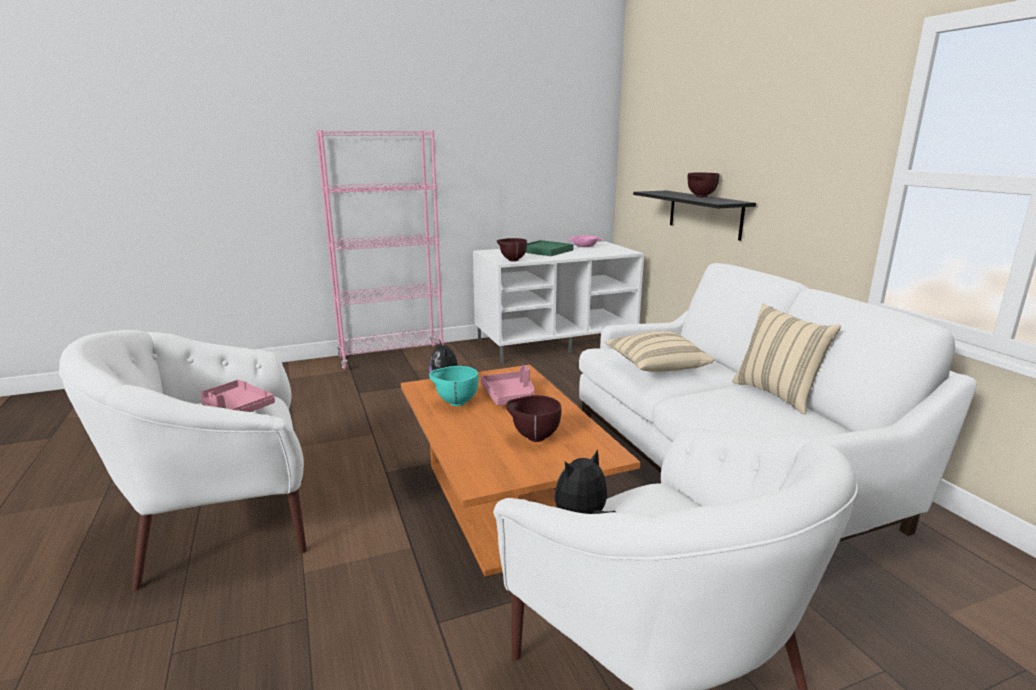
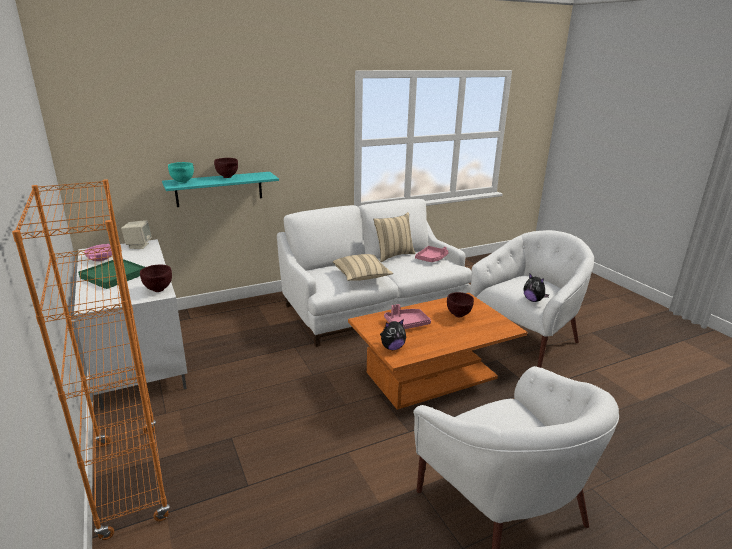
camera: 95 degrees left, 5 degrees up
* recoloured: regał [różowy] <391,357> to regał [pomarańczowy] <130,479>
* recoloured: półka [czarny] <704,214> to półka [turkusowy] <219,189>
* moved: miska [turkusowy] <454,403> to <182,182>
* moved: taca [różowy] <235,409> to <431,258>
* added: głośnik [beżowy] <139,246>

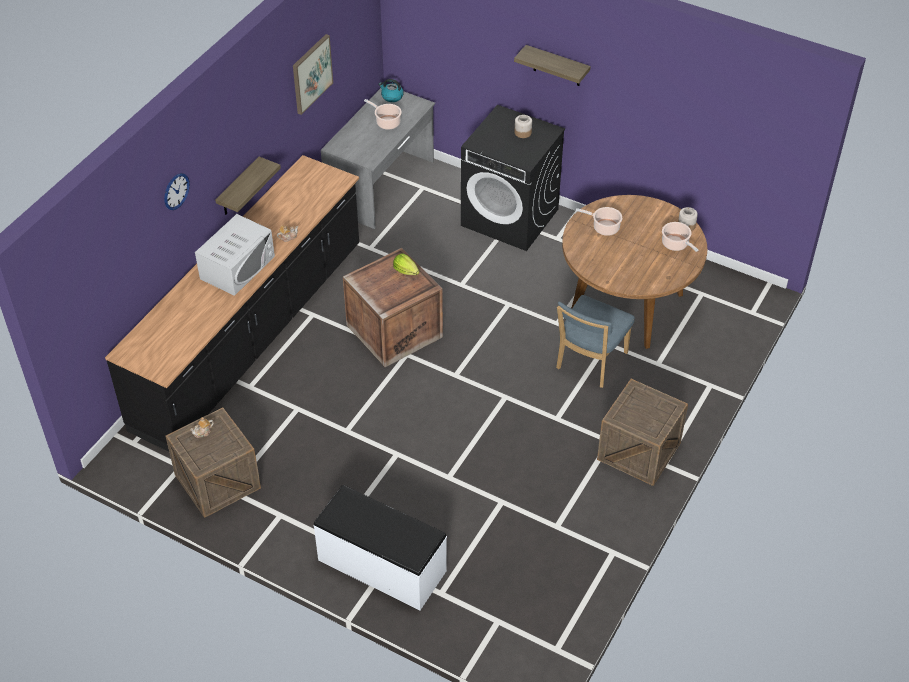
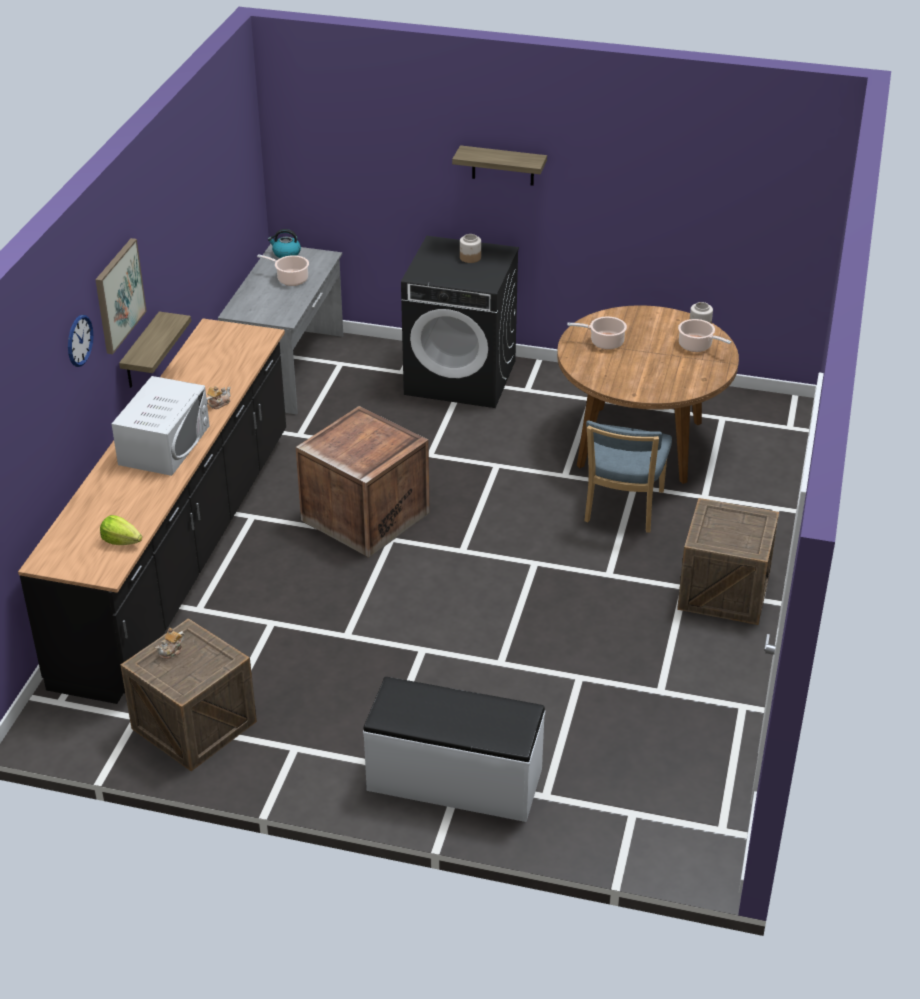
camera: 15 degrees left, 10 degrees down
* moved: obraz <311,73> to <118,295>
* moved: sałata <406,271> to <121,541>

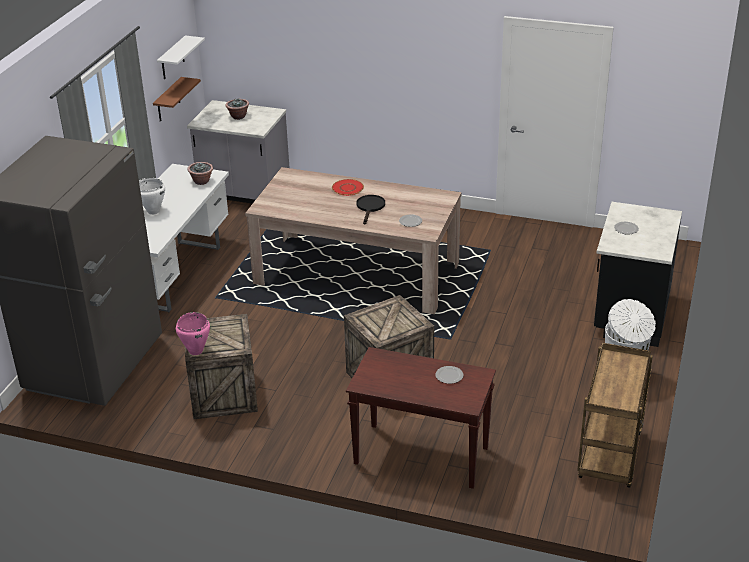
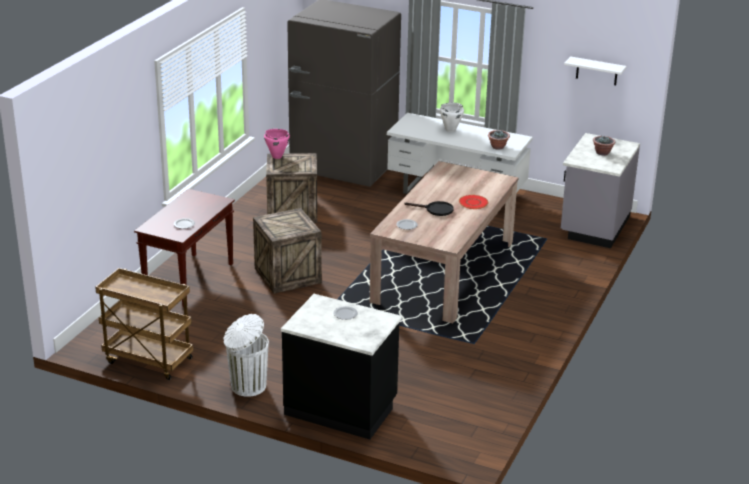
camera: 95 degrees right, 5 degrees down
* removed: półka [brązowy] <168,100>

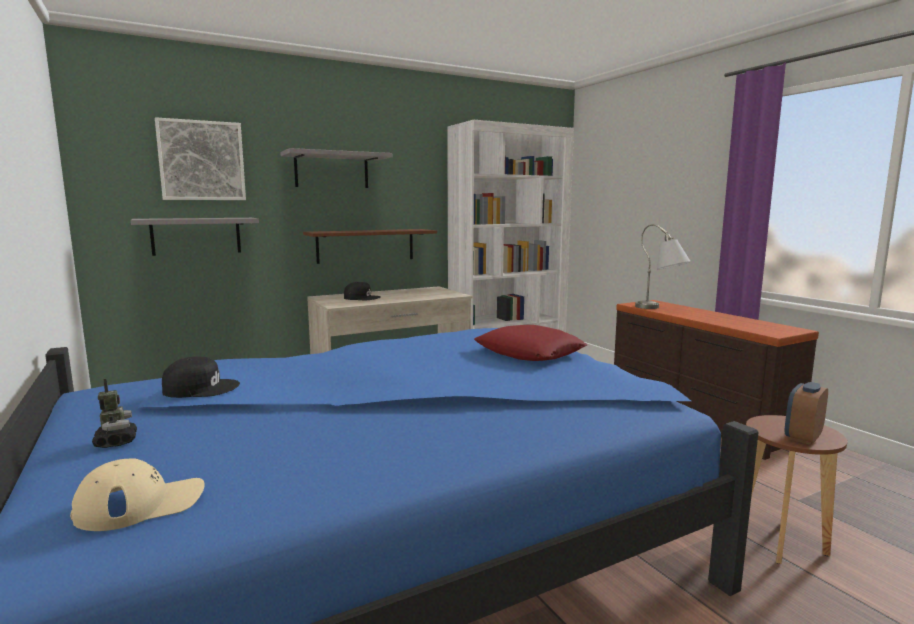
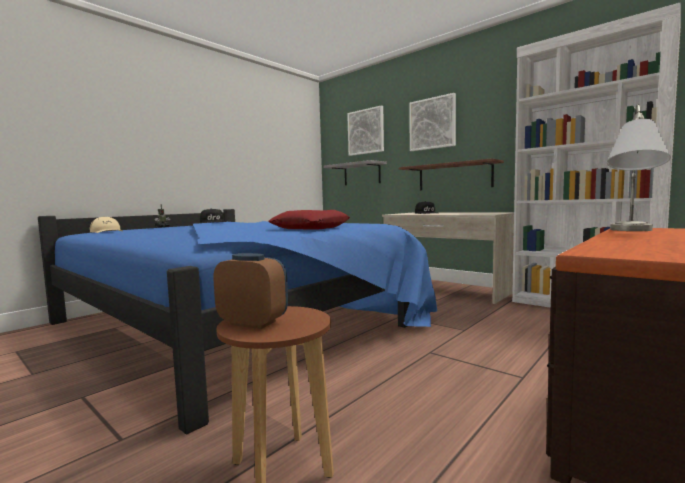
camera: 70 degrees right, 5 degrees down
* replaced: półka [szary] <331,170> to obraz <432,123>

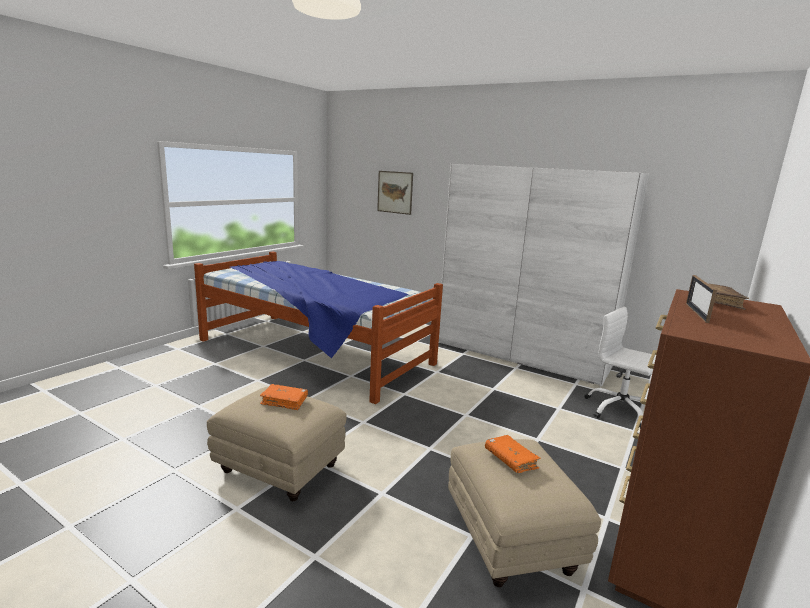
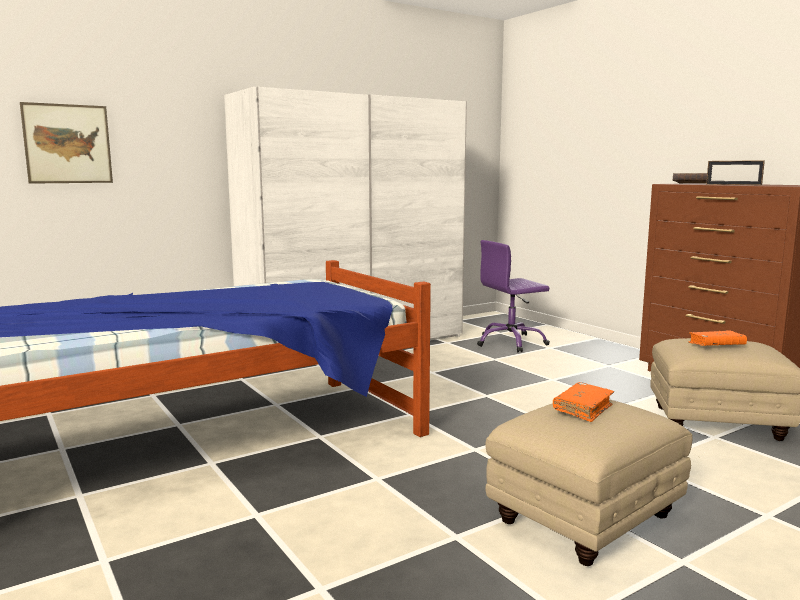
camera: 65 degrees left, 5 degrees down
* recoloured: krzesło biurowe [biały] <619,410> to krzesło biurowe [fioletowy] <511,342>

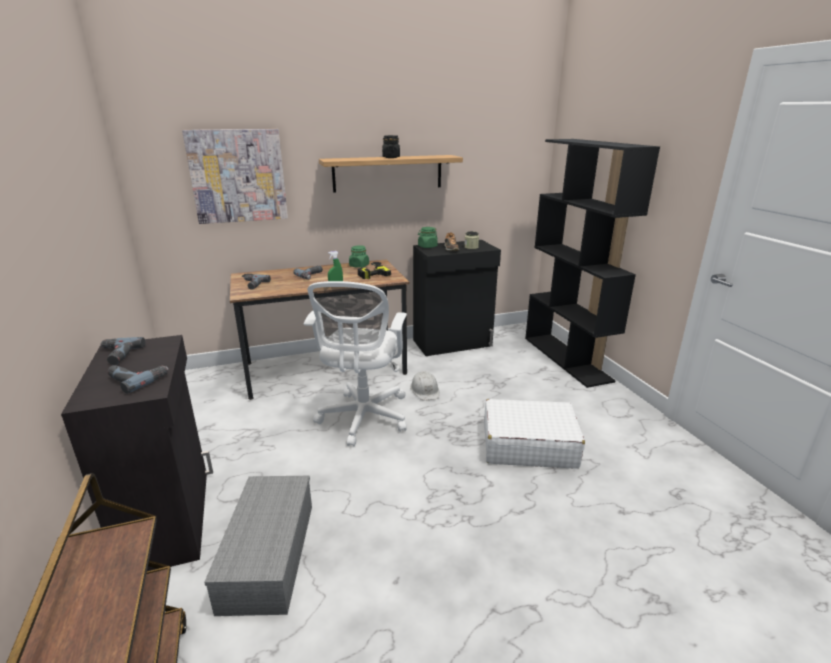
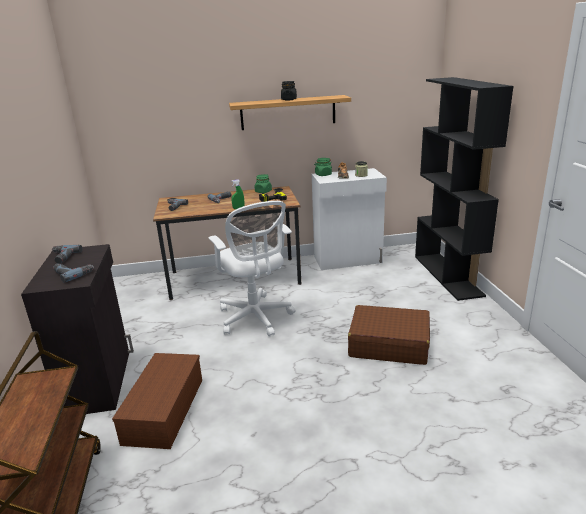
camera: 10 degrees right, 0 degrees up
* removed: obraz <238,176>
* recoloured: szafka [czarny] <453,343> to szafka [biały] <348,260>
* turned: krzesło biurowe [biały] <363,419> = <256,318> 45 degrees counterclockwise
* removed: kask [biały] <425,390>
* recoloured: walizka [biały] <528,445> to walizka [brązowy] <388,344>
* recoloured: pojemnik do przechowywania [szary] <267,553> to pojemnik do przechowywania [brązowy] <164,409>

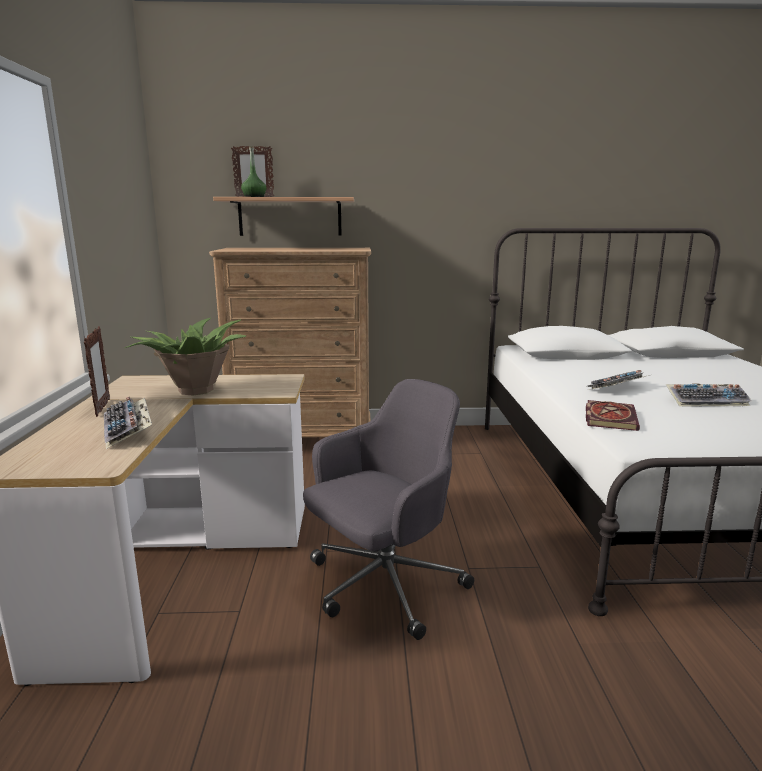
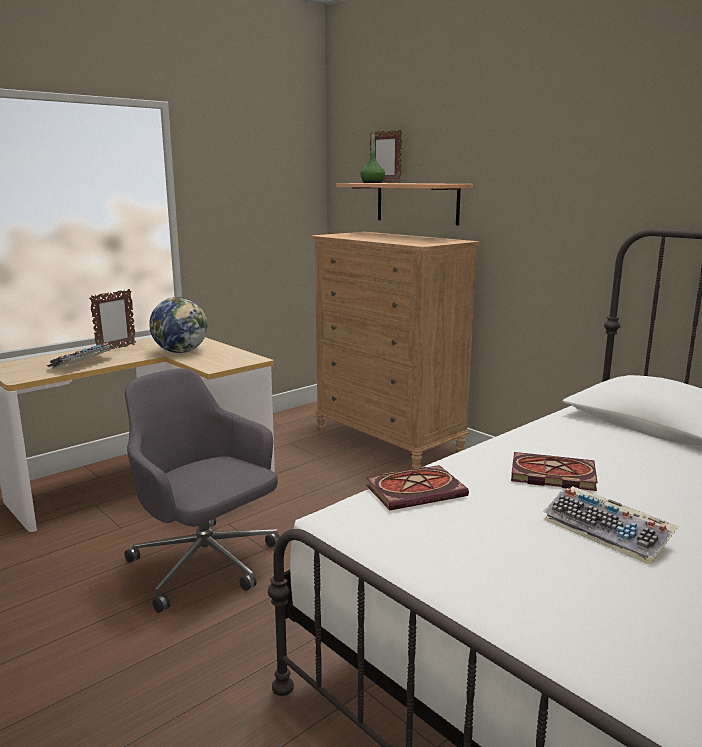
camera: 50 degrees right, 0 degrees up
* replaced: roślina doniczkowa <194,391> to globus <181,352>
* replaced: klawiatura <618,388> to książka <550,475>
* turned: krzesło biurowe [szary] <383,585> = <206,565> 150 degrees counterclockwise

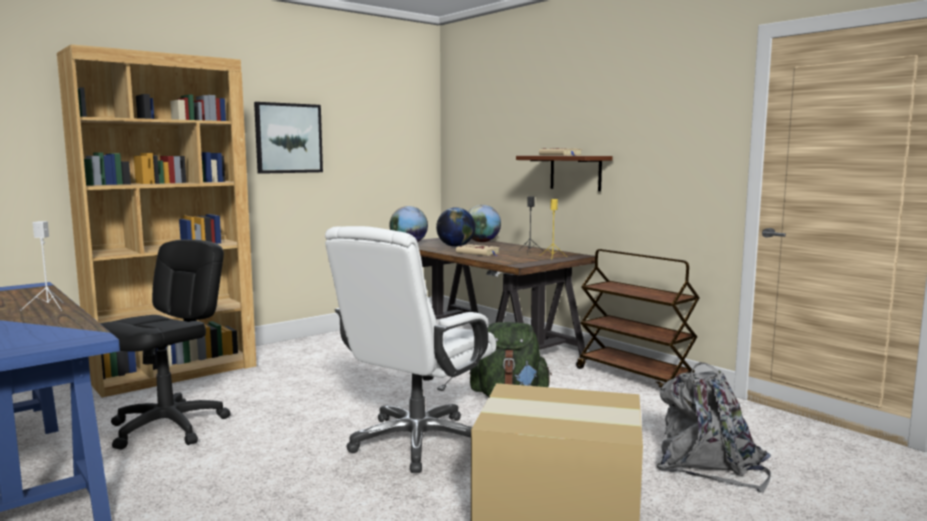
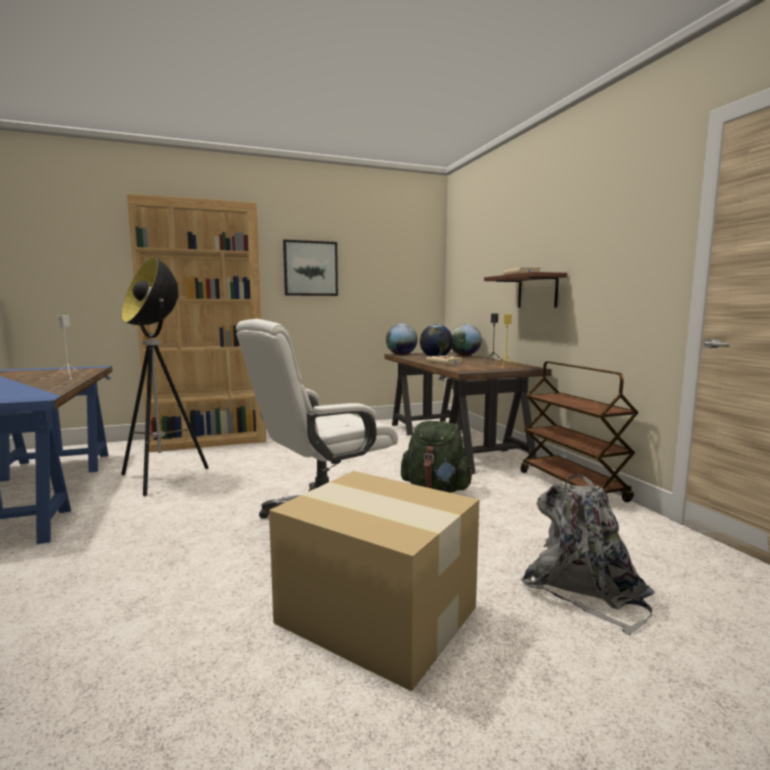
camera: 20 degrees right, 0 degrees up
* replaced: krzesło biurowe [czarny] <168,427> to lampa stojąca <162,478>

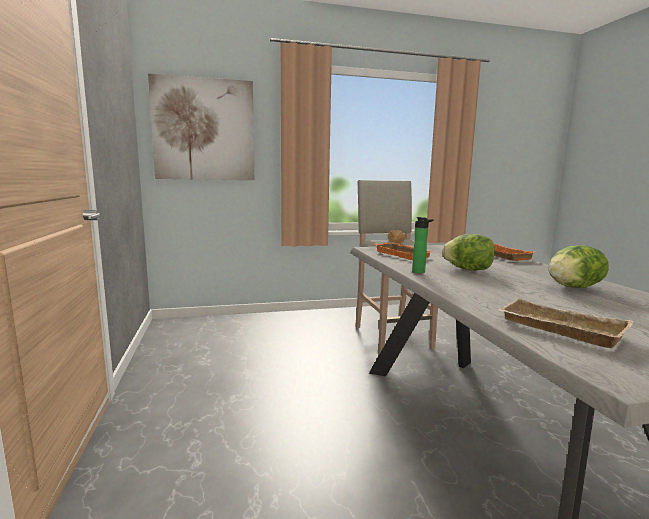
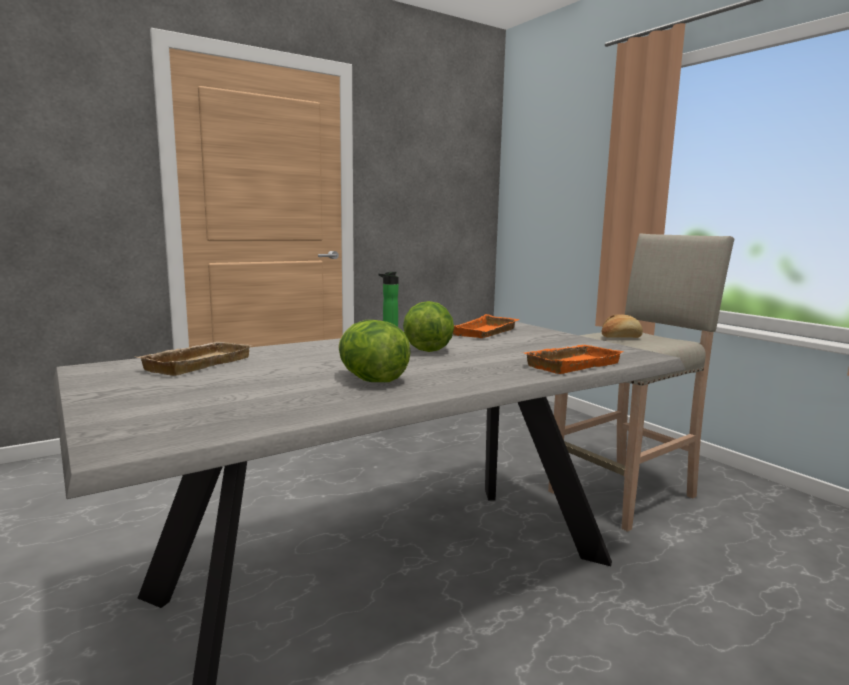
camera: 70 degrees right, 0 degrees up
* removed: obraz <204,130>

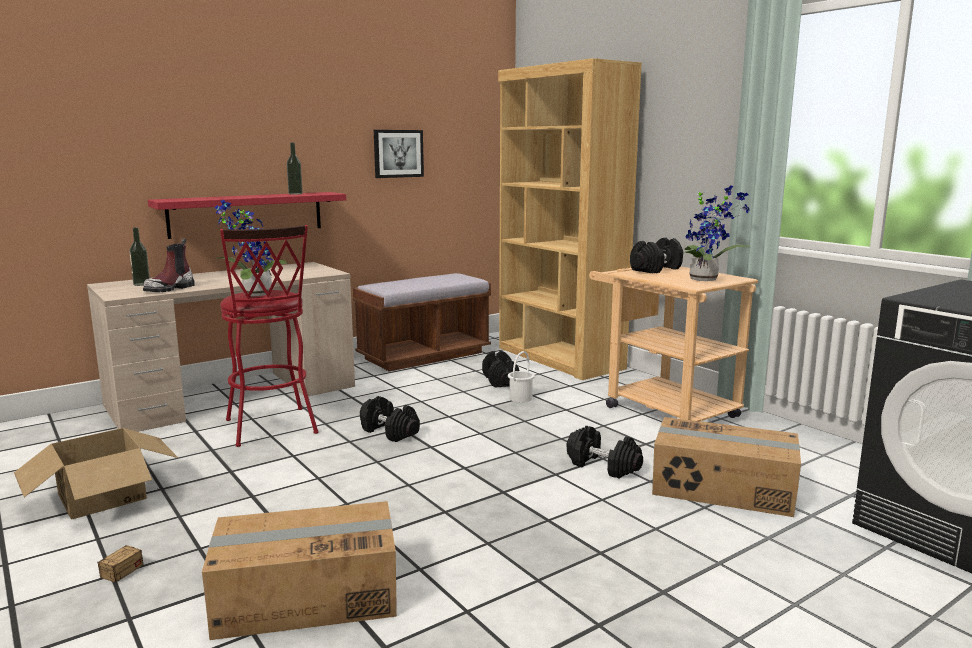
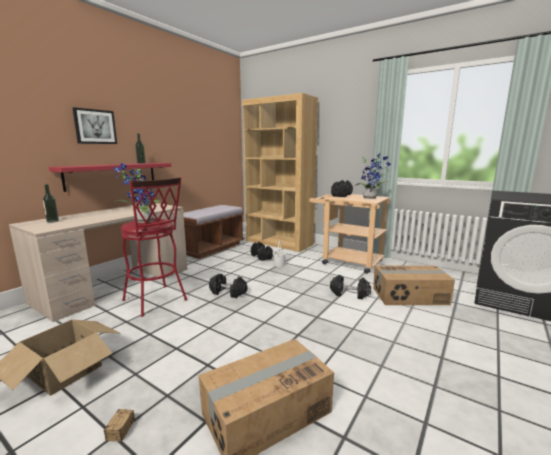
camera: 20 degrees left, 0 degrees up
* moved: obraz <398,153> to <95,126>
* removed: but z cholewką <170,288>

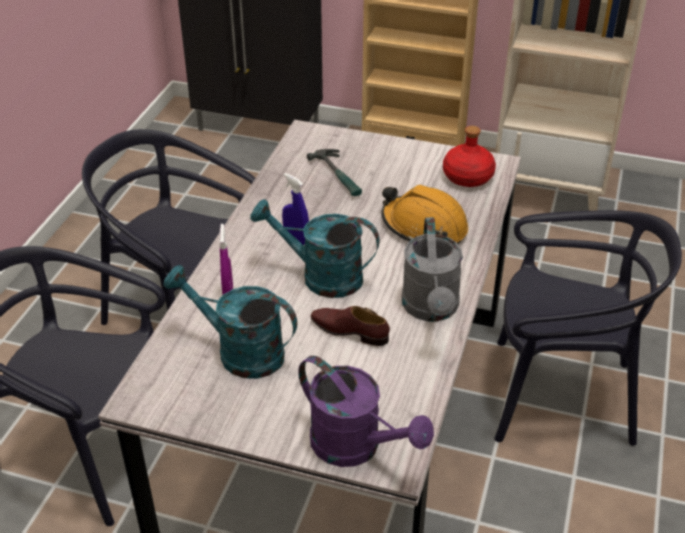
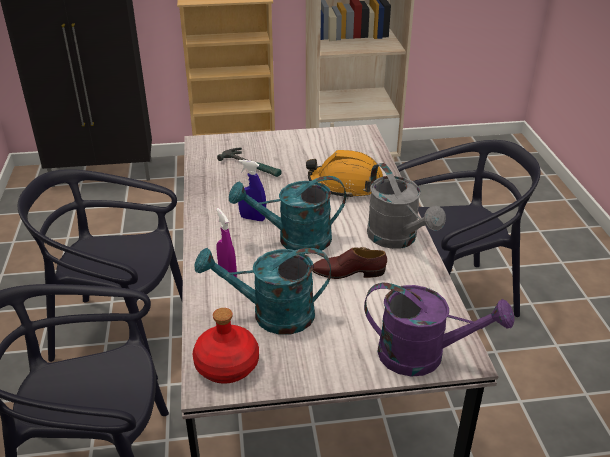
camera: 25 degrees left, 5 degrees down
* moved: butelka [czerwony] <468,176> to <227,365>

